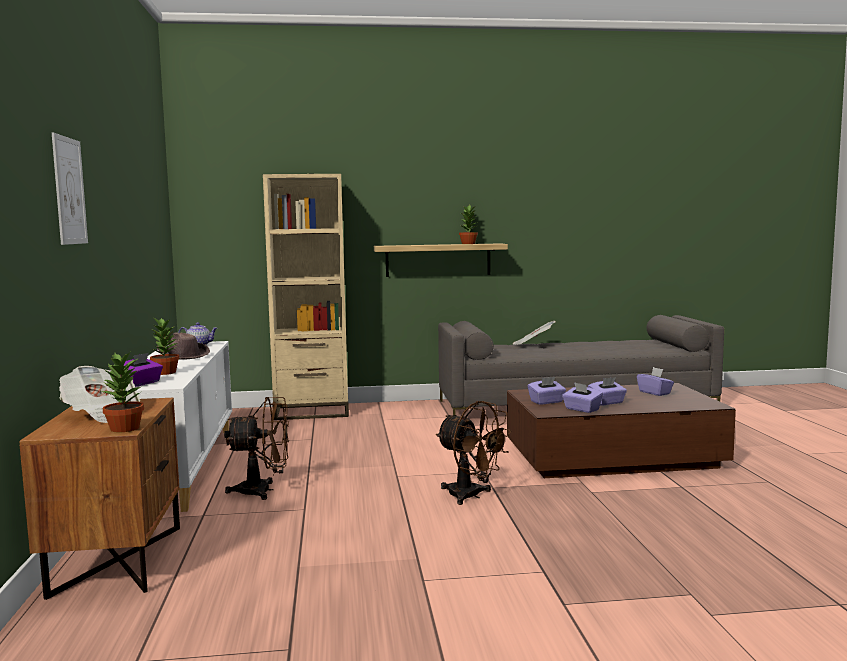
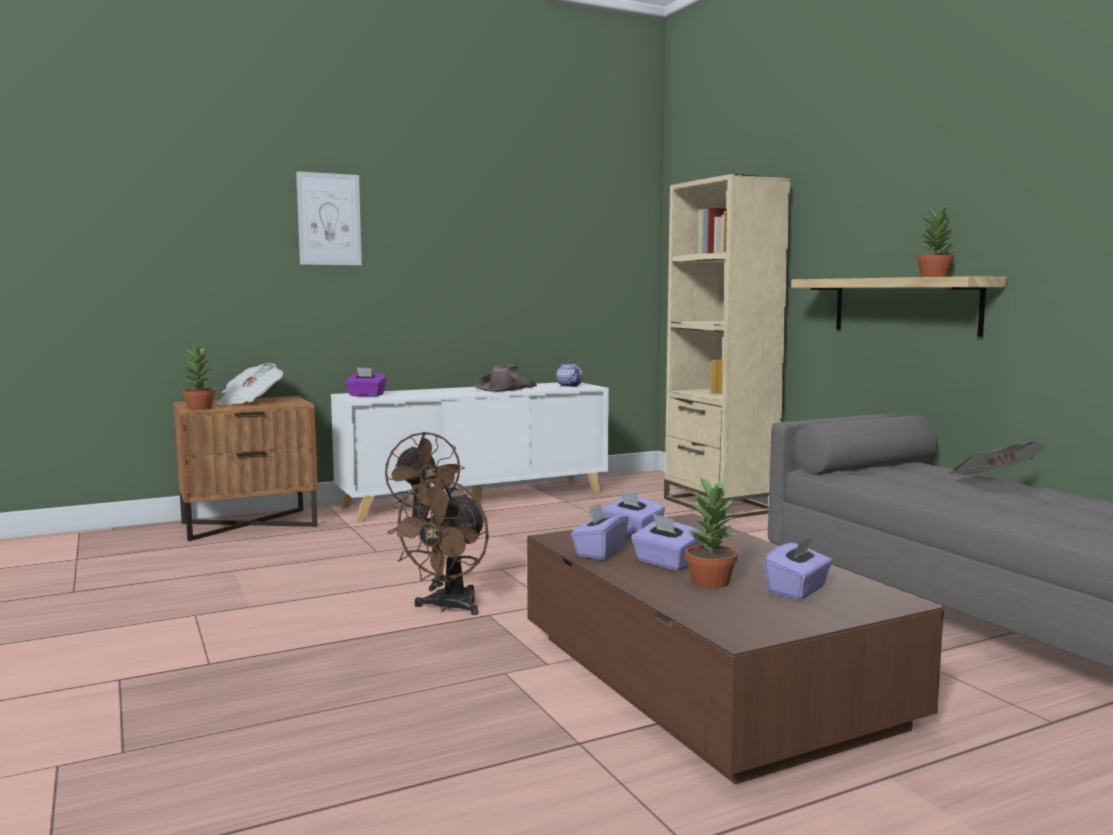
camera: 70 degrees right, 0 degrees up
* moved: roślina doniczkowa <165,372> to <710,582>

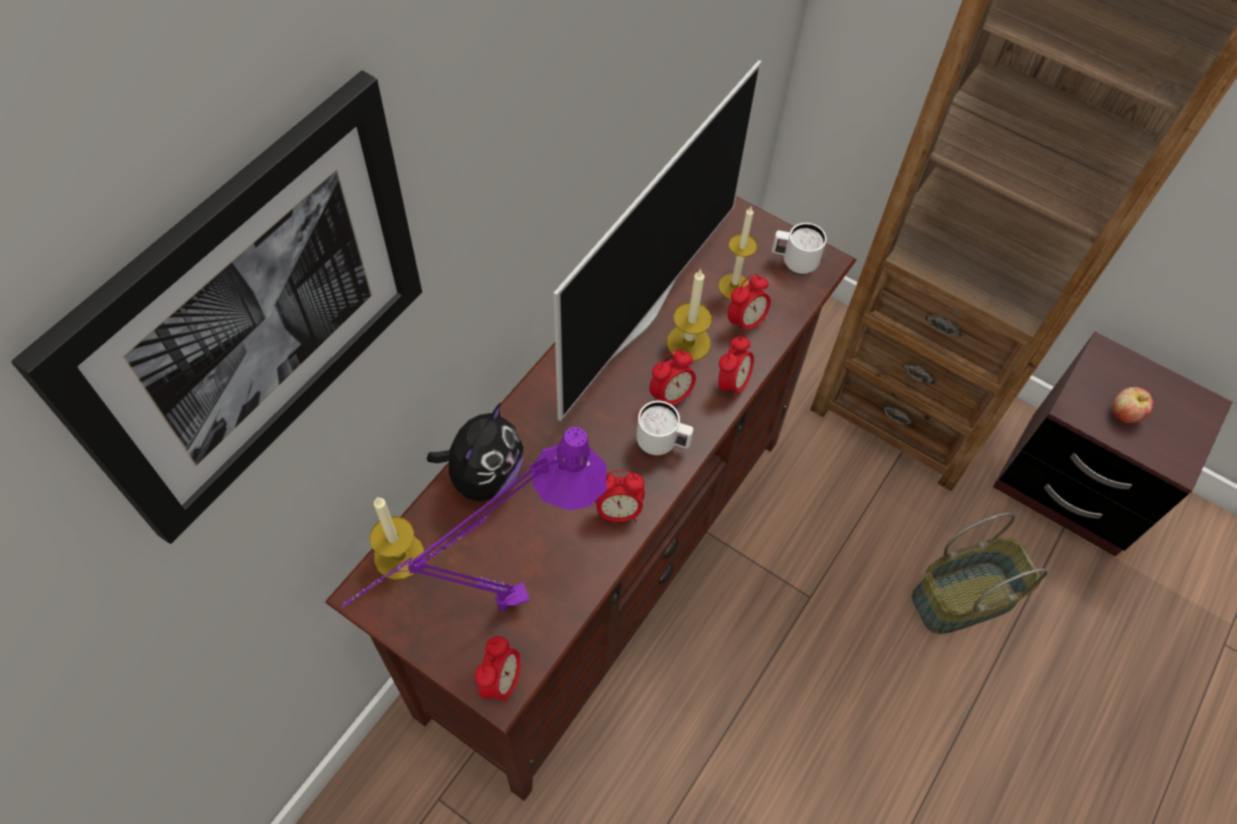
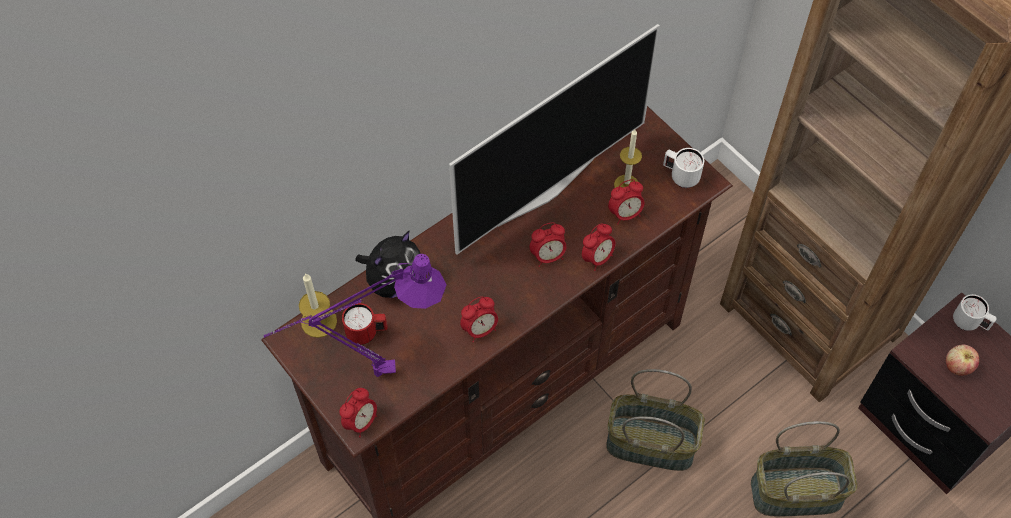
camera: 20 degrees right, 0 degrees up
* removed: obraz <252,313>
* removed: świeca <688,343>
* moved: kubek [biały] <662,444> to <969,323>
* turned: budzik <618,511> = <480,330> 45 degrees counterclockwise
* added: kubek [czerwony] <367,333>
* added: koszyk <652,442>

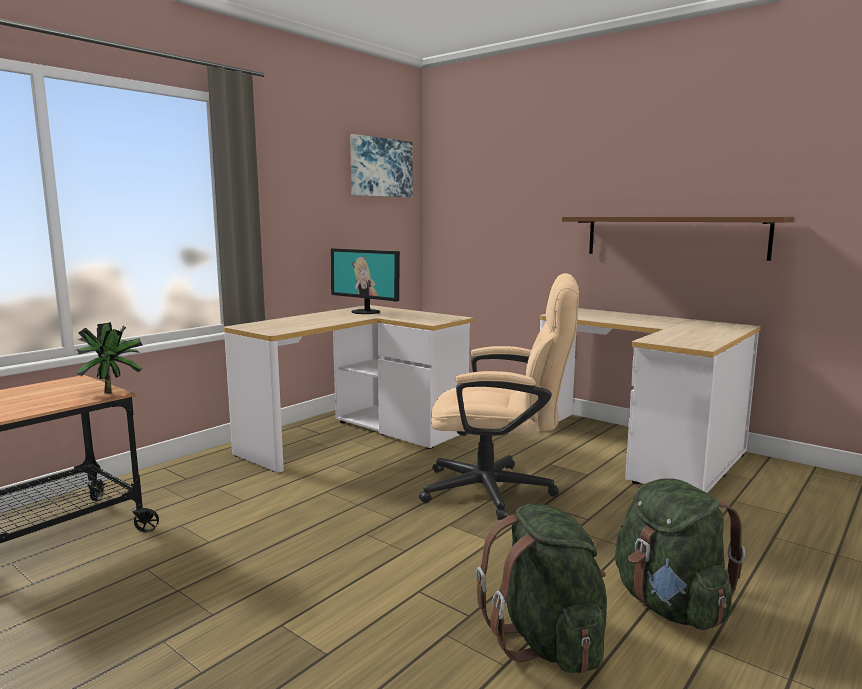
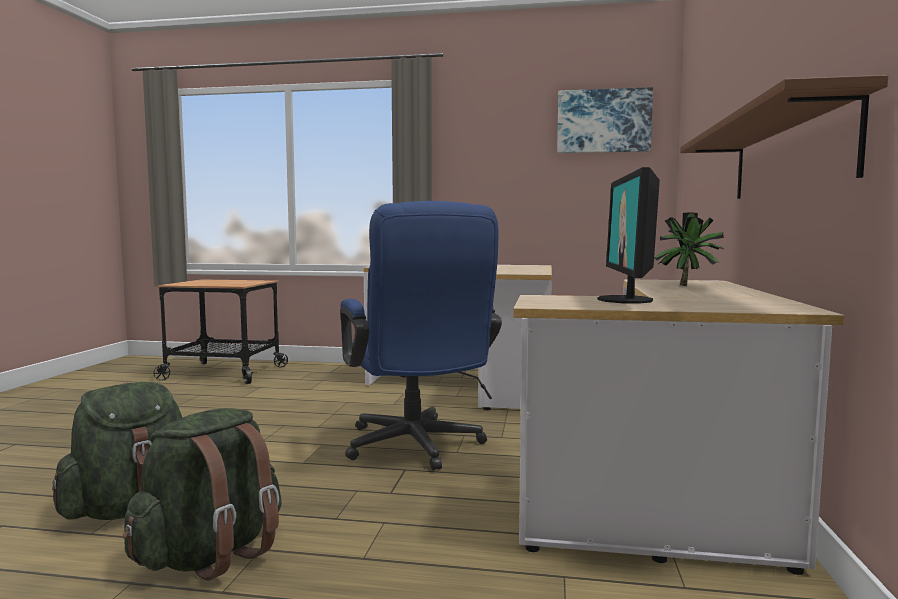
camera: 60 degrees right, 5 degrees down
* moved: monitor <366,312> to <626,300>
* recoloured: krzesło biurowe [beżowy] <500,491> to krzesło biurowe [niebieski] <417,448>
* moved: roślina doniczkowa <112,392> to <688,286>

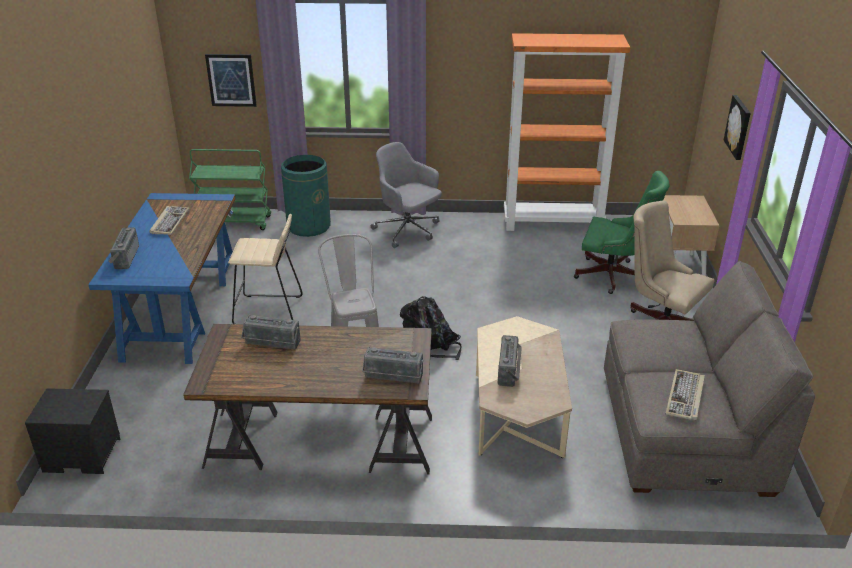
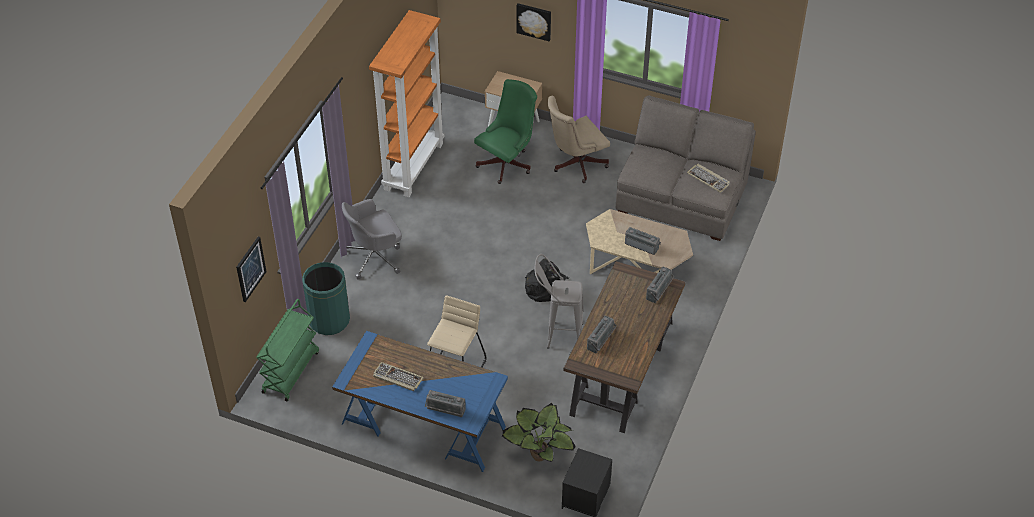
camera: 70 degrees left, 15 degrees up
* added: roślina doniczkowa <540,454>

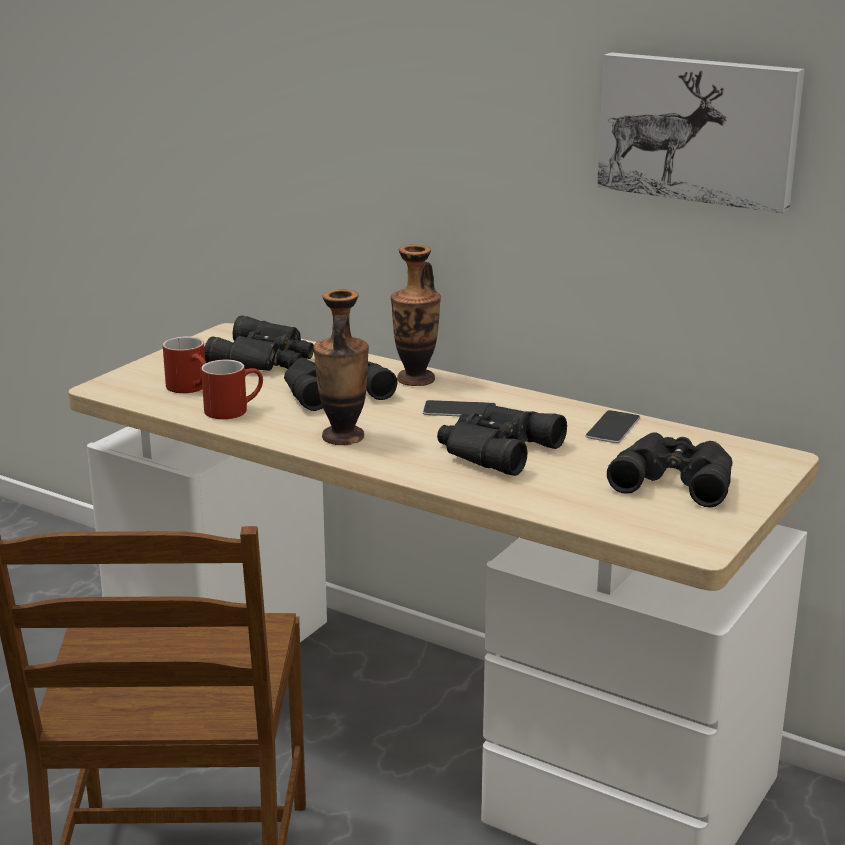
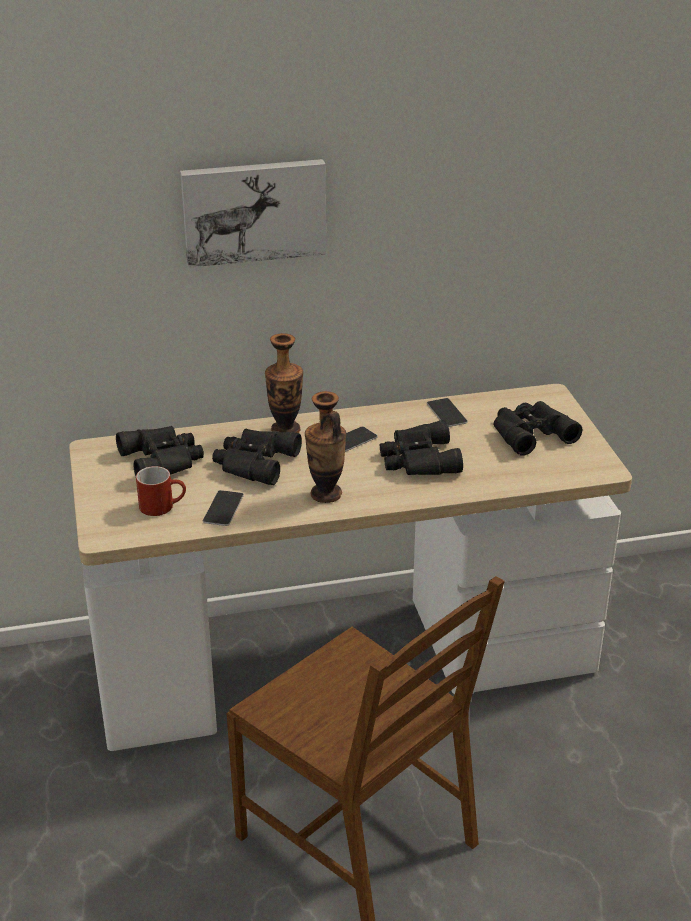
camera: 45 degrees left, 10 degrees up
* moved: obraz <699,129> to <254,211>
* replaced: kubek [czerwony] <233,409> to telefon <223,508>

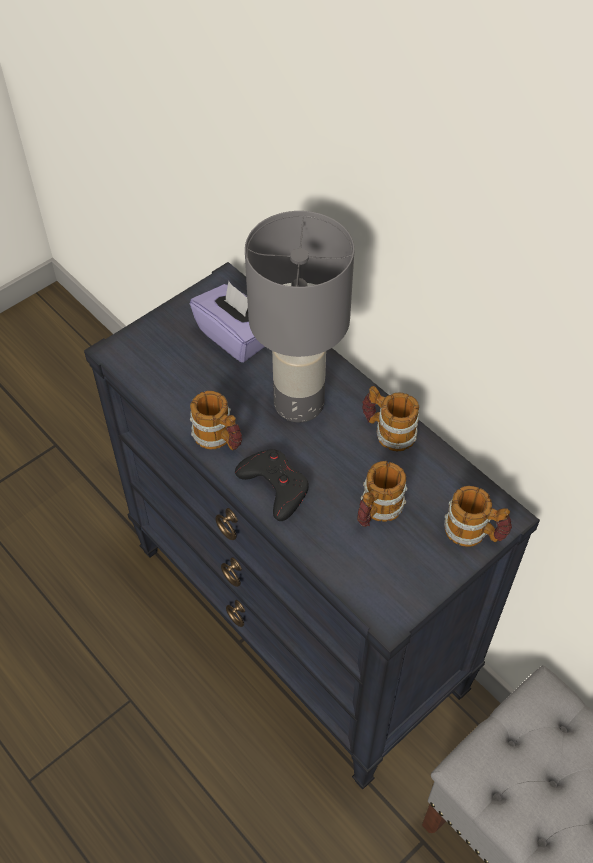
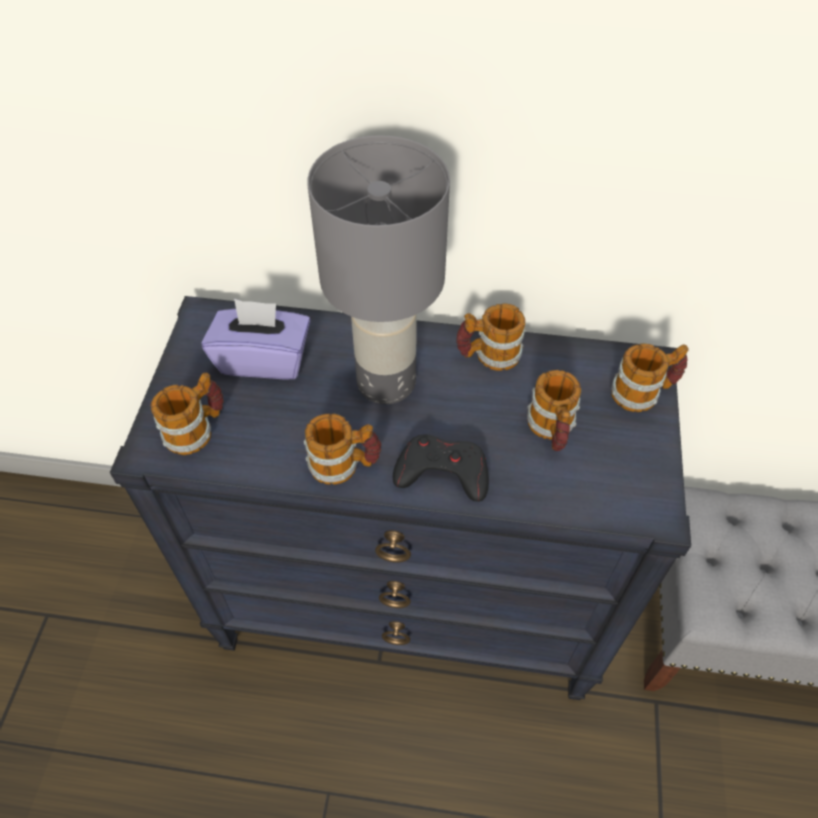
camera: 40 degrees left, 0 degrees up
* added: kubek <197,429>

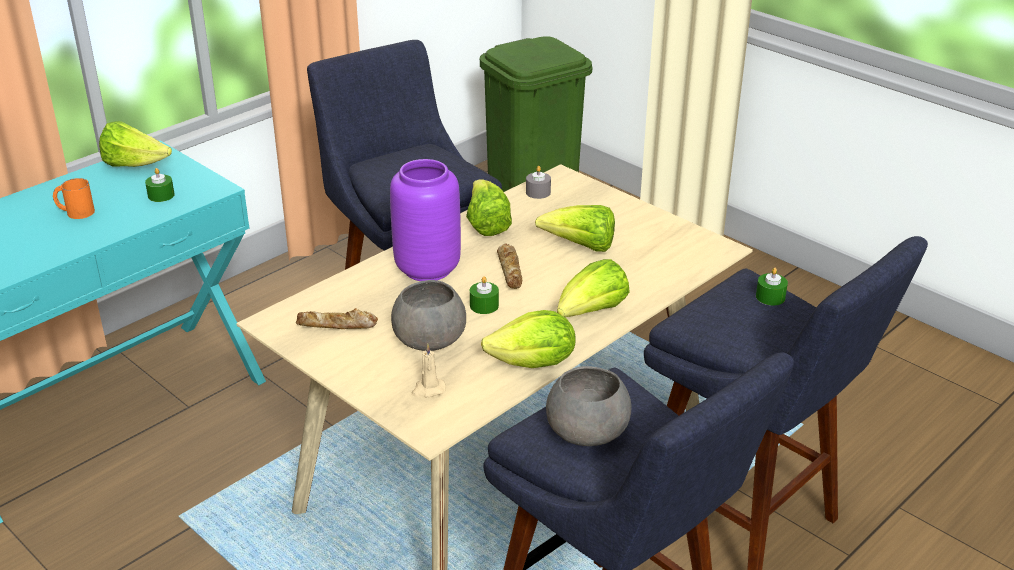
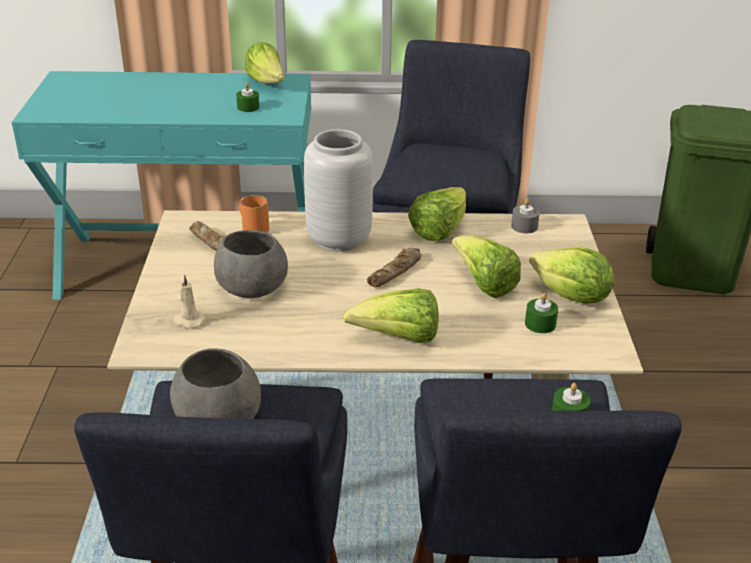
camera: 45 degrees right, 0 degrees up
* recoloured: wazon [fioletowy] <426,269> to wazon [szary] <337,239>
* moved: kubek [pomarańczowy] <75,212> to <252,227>
* moved: świeca [zielony] <484,305> to <540,324>
* moved: sałata <533,364> to <571,297>

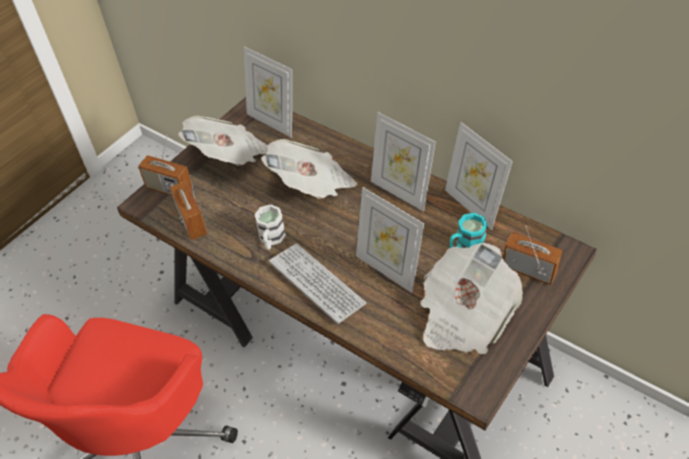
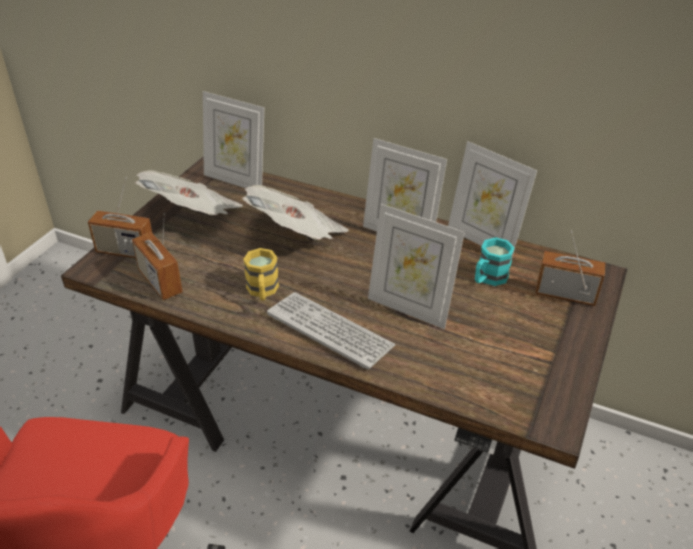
camera: 15 degrees left, 10 degrees down
* recoloured: kubek [biały] <271,239> to kubek [żółty] <262,291>
* removed: gazeta <464,316>

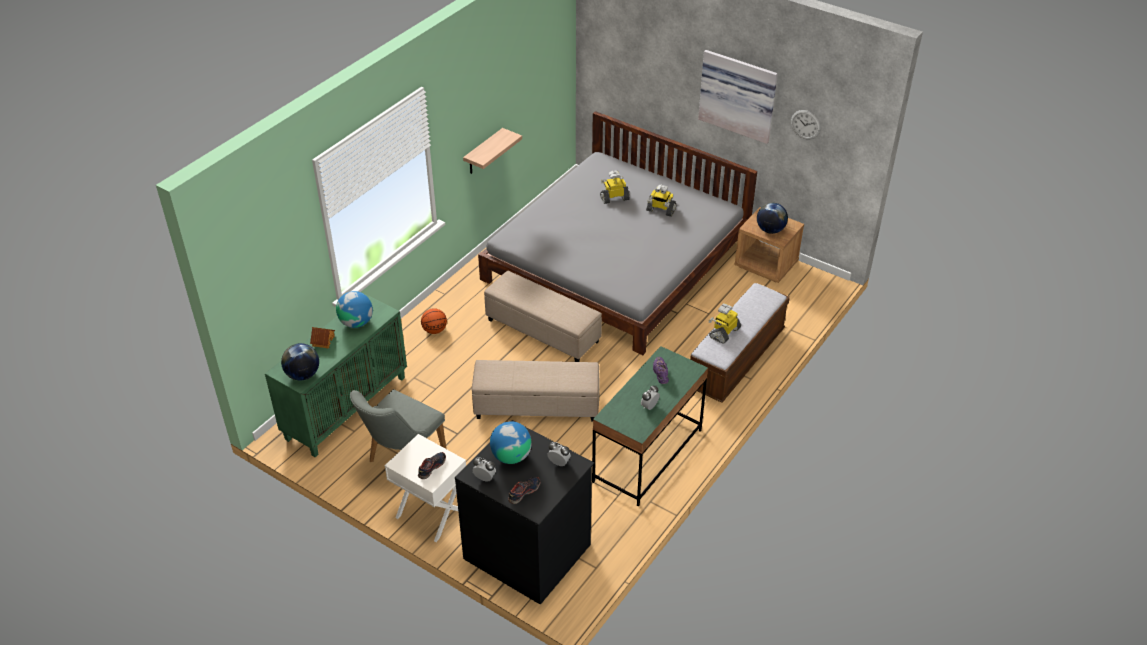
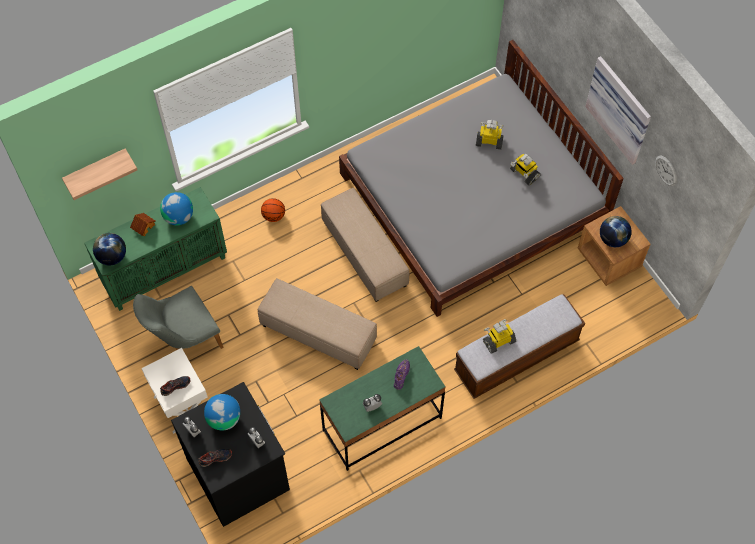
camera: 25 degrees right, 20 degrees up
* moved: półka <483,152> to <96,170>

